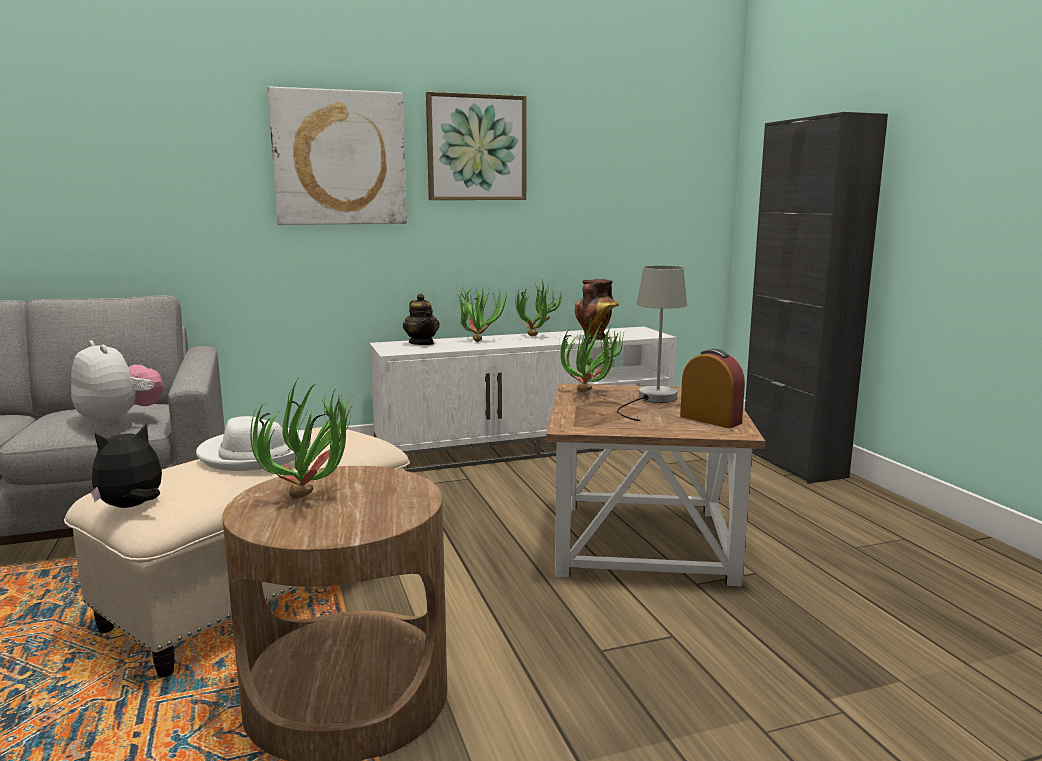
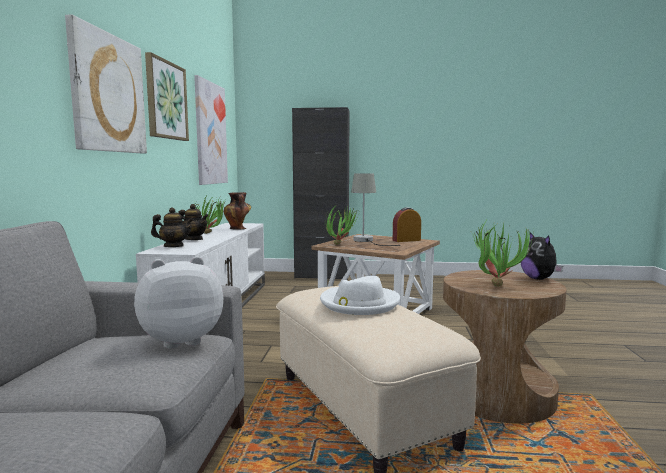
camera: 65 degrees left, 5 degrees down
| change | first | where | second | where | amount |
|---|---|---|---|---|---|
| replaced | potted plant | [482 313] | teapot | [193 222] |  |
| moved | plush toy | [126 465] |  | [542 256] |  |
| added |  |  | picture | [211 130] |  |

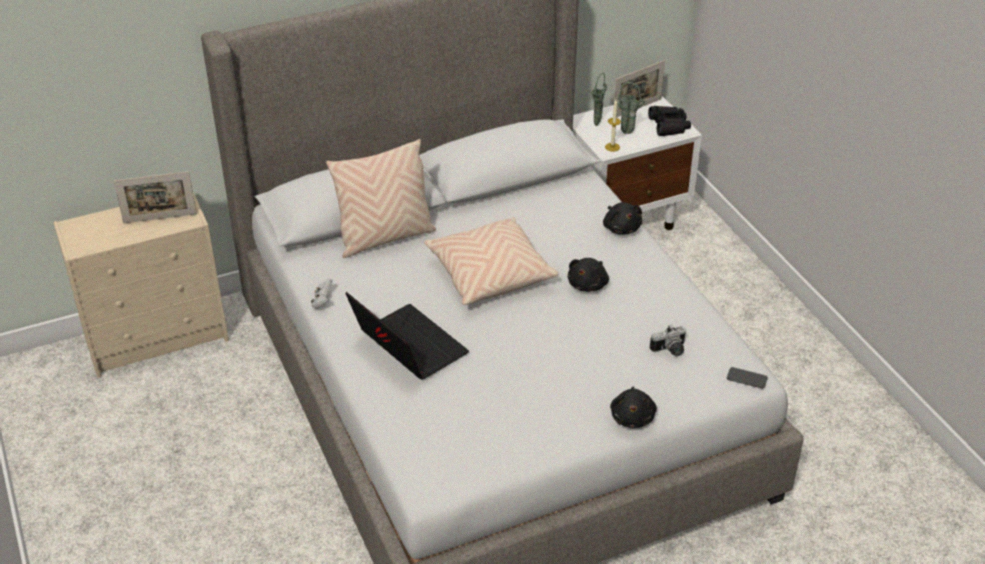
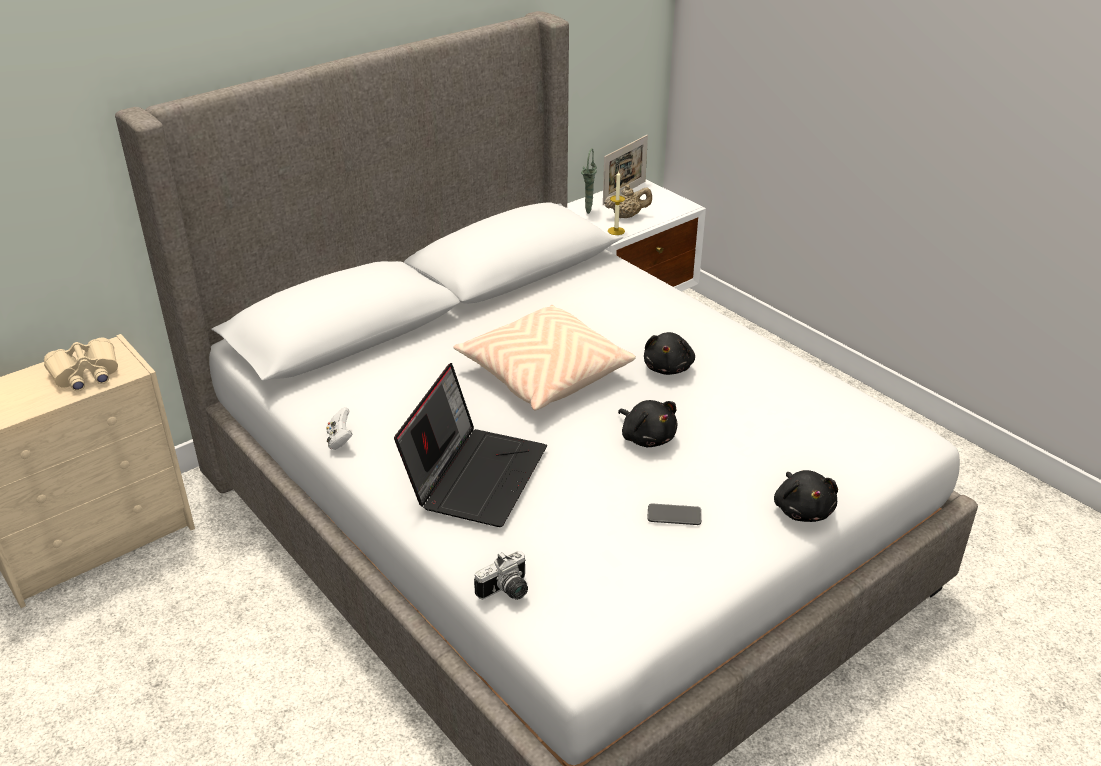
camera: 15 degrees left, 5 degrees down
| change | first | where | second | where | amount |
|---|---|---|---|---|---|
| replaced | green vase | [631 108] | beige teapot | [628 201] |  |
| removed | black binoculars | [669 121] |  |  |  |
| removed | beige pillow | [381 198] |  |  |  |
| replaced | picture frame | [155 197] | beige binoculars | [81 364] |  |
| moved | black plush toy | [622 218] |  | [648 423] |  |
| turned | laptop | [407 336] |  | [470 445] | 75 degrees clockwise |
| moved | photo camera | [668 340] |  | [501 575] |  |
| moved | phone | [747 378] |  | [674 514] |  |

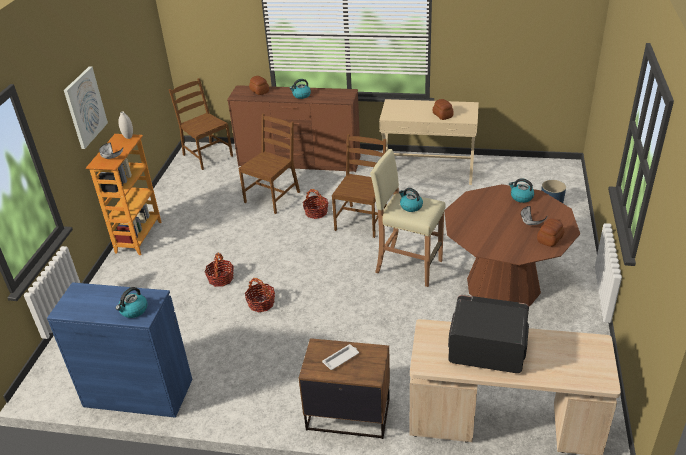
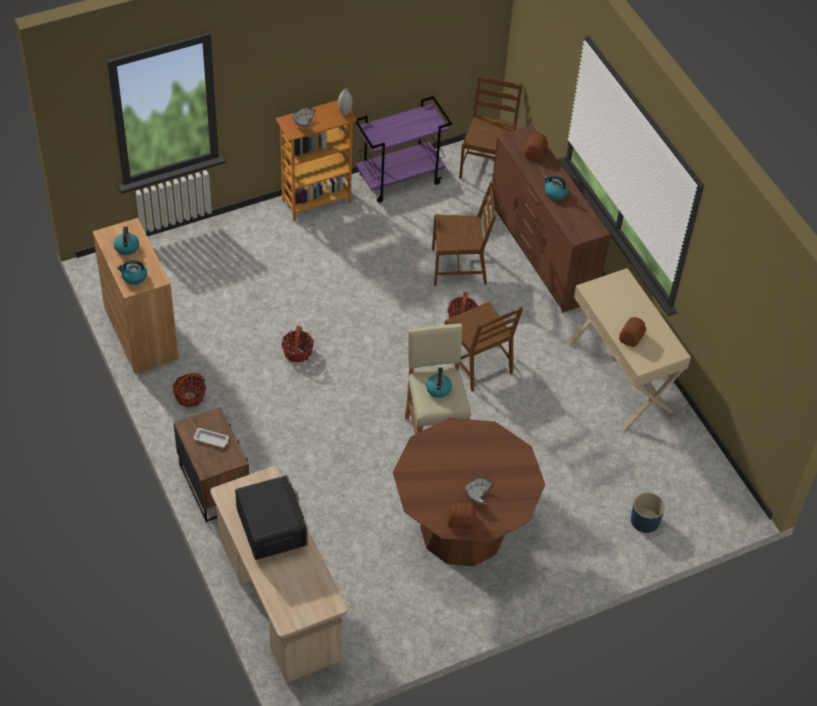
camera: 50 degrees right, 15 degrees up
| change | first | where | second | where | amount |
|---|---|---|---|---|---|
| removed | picture | [86 107] |  |  |  |
| turned | brown chair | [359 186] |  | [483 346] | 75 degrees clockwise |
| moved | kettle | [521 190] |  | [126 240] |  |
| moved | basket | [219 270] |  | [189 390] |  |
| recoloured | blue cabinet | [119 350] | brown cabinet | [136 295] |  |
| added |  |  | purple cart | [403 149] |  |

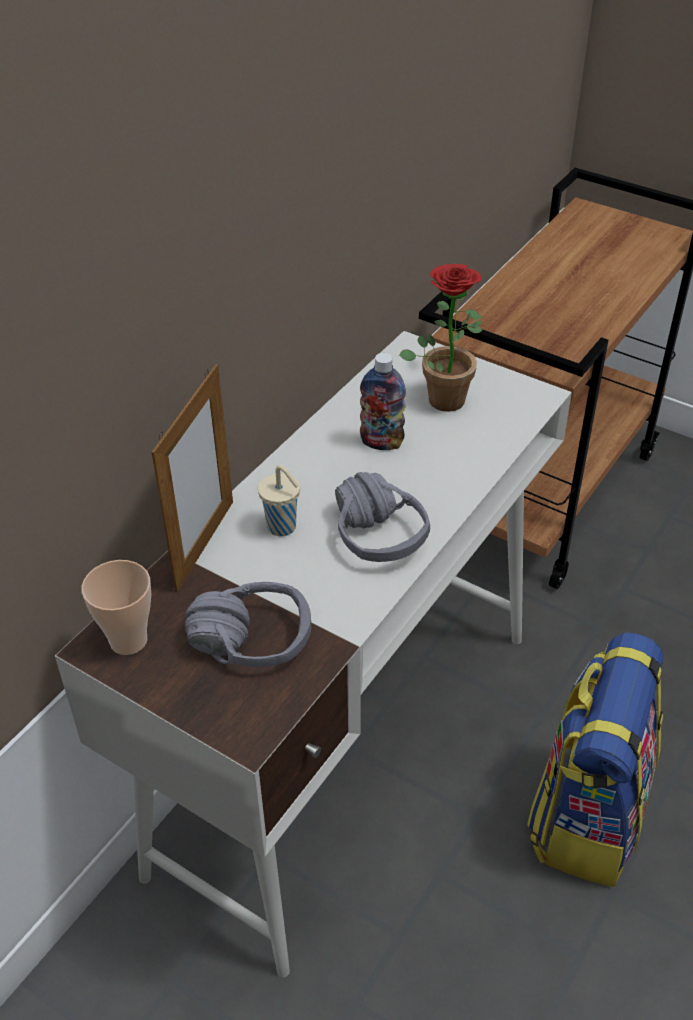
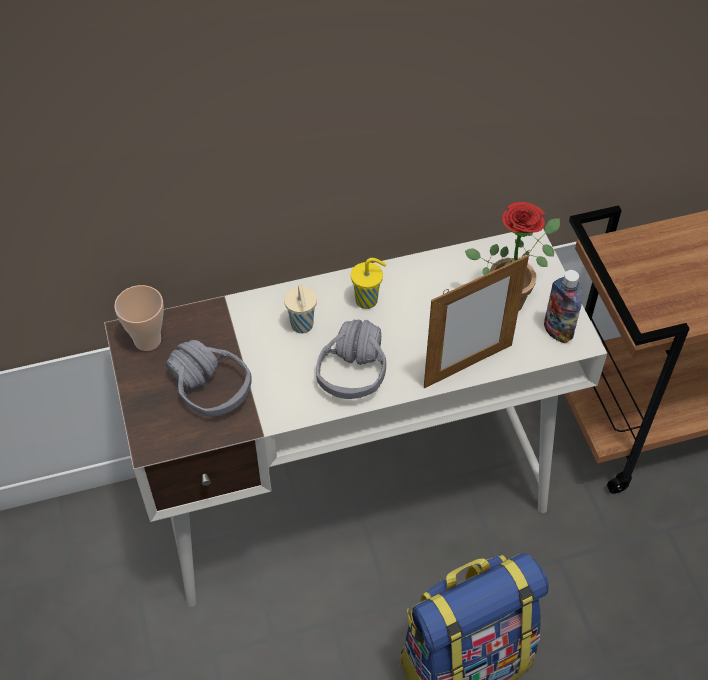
camera: 40 degrees right, 10 degrees up
| change | first | where | second | where | amount |
|---|---|---|---|---|---|
| moved | bottle | [383 401] |  | [563 306] |  |
| moved | picture frame | [192 478] |  | [476 321] |  |
| added |  |  | yellow cup | [368 283] |  |

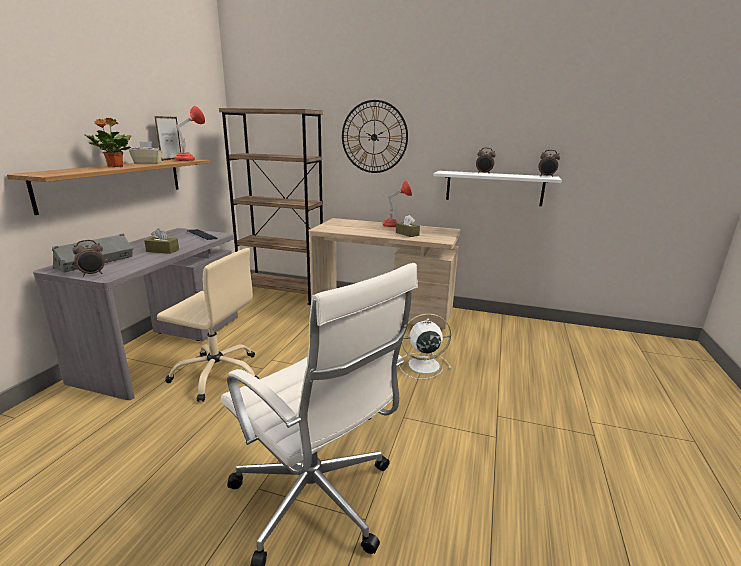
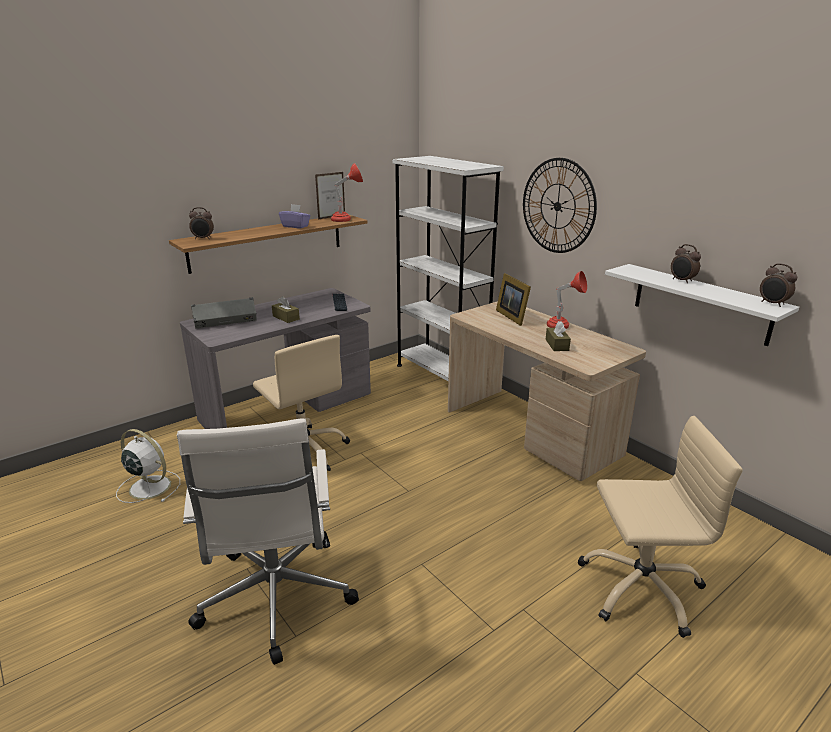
camera: 35 degrees right, 5 degrees up
| change | first | where | second | where | amount |
|---|---|---|---|---|---|
| recoloured | brown bookcase | [271 206] | white bookcase | [448 268] |  |
| removed | potted plant | [108 142] |  |  |  |
| recoloured | beige tissue box | [146 152] | purple tissue box | [295 216] |  |
| moved | alarm clock | [89 258] |  | [201 223] |  |
| moved | white fan | [425 346] |  | [148 466] |  |
| added |  |  | picture frame | [513 299] |  |
| added |  |  | beige office chair | [660 527] |  |

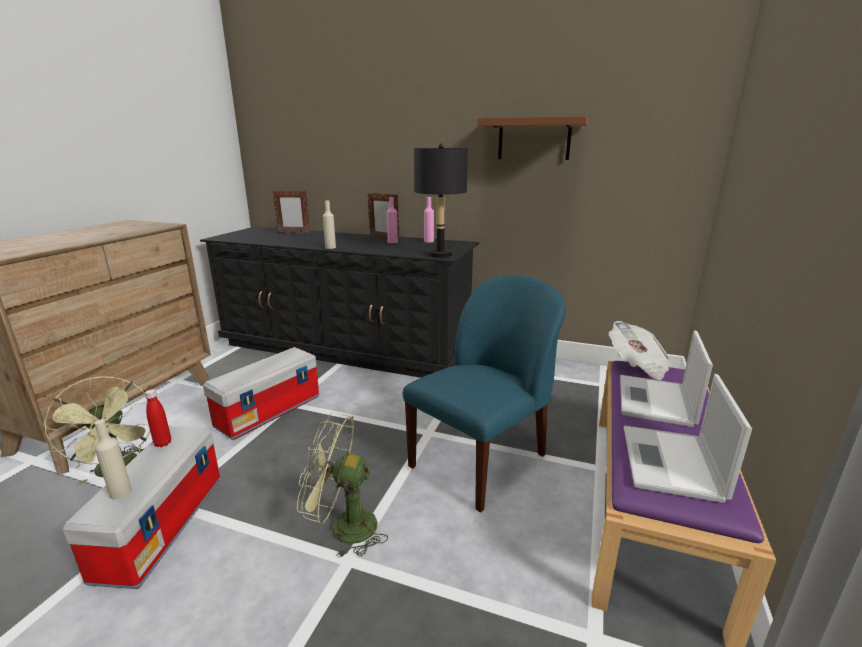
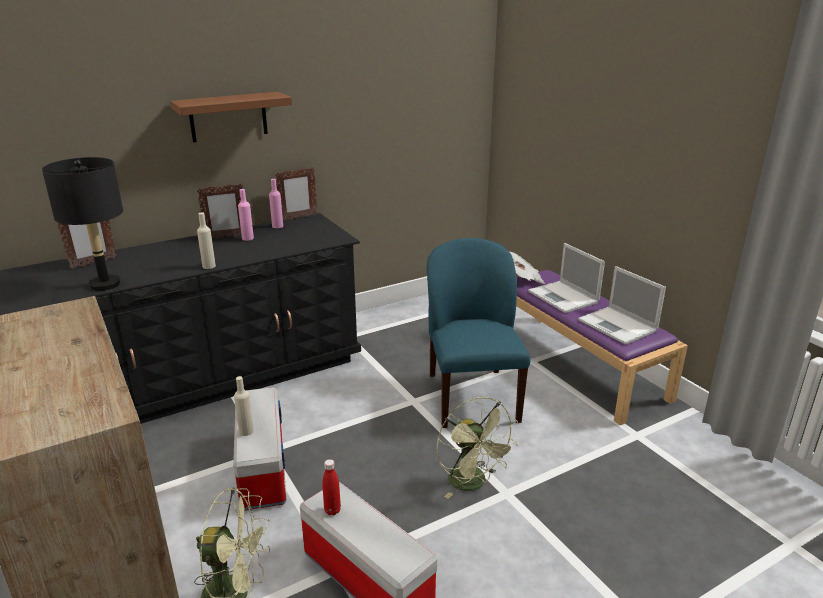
camera: 50 degrees left, 5 degrees up
| change | first | where | second | where | amount |
|---|---|---|---|---|---|
| moved | brown shelf | [532 138] |  | [231 117] |  |
| moved | black table lamp | [441 201] |  | [82 224] |  |
| turned | green fan | [342 485] |  | [477 448] | 75 degrees counterclockwise |
| moved | beige bottle | [113 459] |  | [244 406] |  |
| added |  |  | picture frame | [296 193] |  |

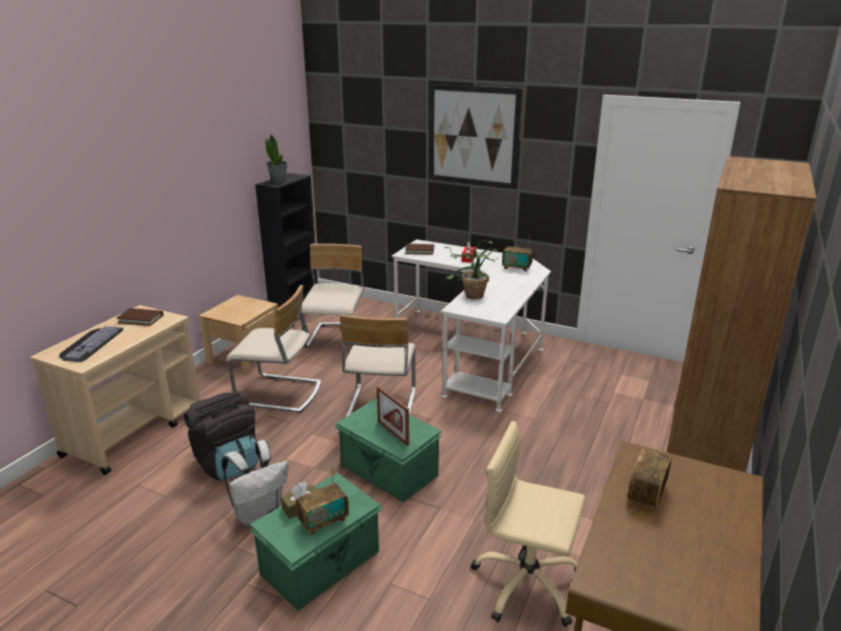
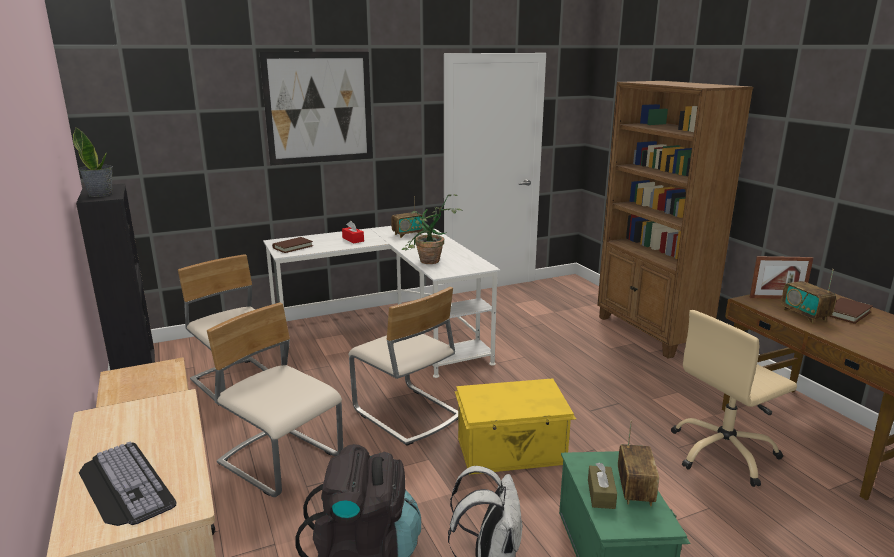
camera: 50 degrees left, 5 degrees down
| change | first | where | second | where | amount |
|---|---|---|---|---|---|
| turned | beige chair | [273 349] |  | [275 400] | 105 degrees counterclockwise |
| moved | brown book | [139 317] |  | [851 311] |  |
| moved | picture frame | [393 416] |  | [781 277] |  |
| recoloured | green storage box | [388 450] | yellow storage box | [515 426] |  |

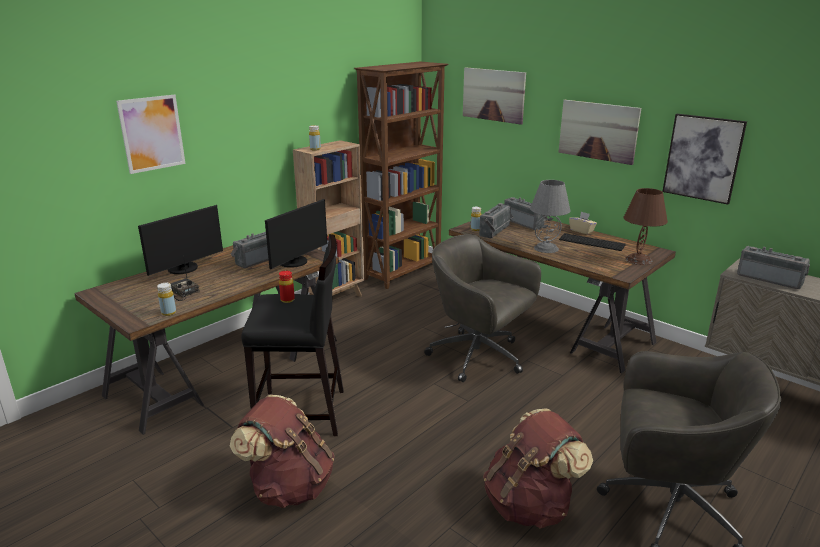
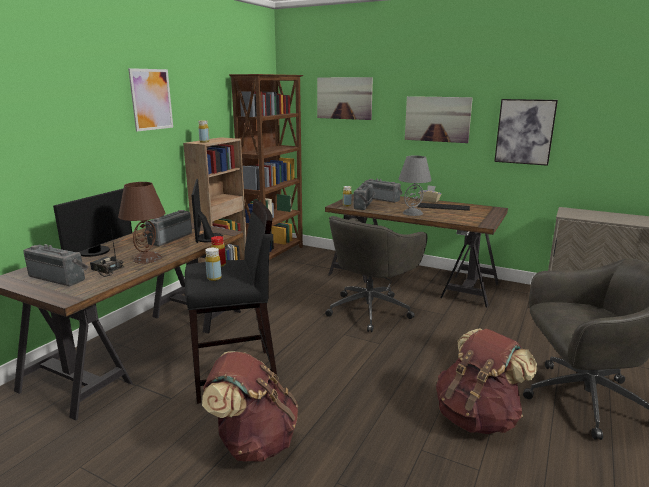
camera: 15 degrees left, 5 degrees down
| change | first | where | second | where | amount |
|---|---|---|---|---|---|
| moved | picture | [151 134] |  | [150 100] |  |
| moved | brown table lamp | [646 226] |  | [141 222] |  |
| turned | monitor | [296 234] |  | [207 211] | 150 degrees clockwise |
| turned | grey office chair | [482 308] |  | [376 274] | 75 degrees counterclockwise |
| moved | radio | [773 267] |  | [56 265] |  |
| moved | yellow bottle | [166 299] |  | [213 264] |  |

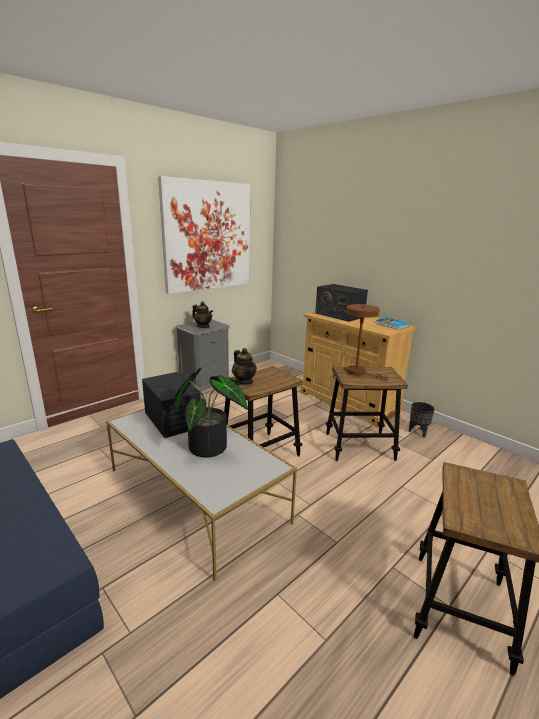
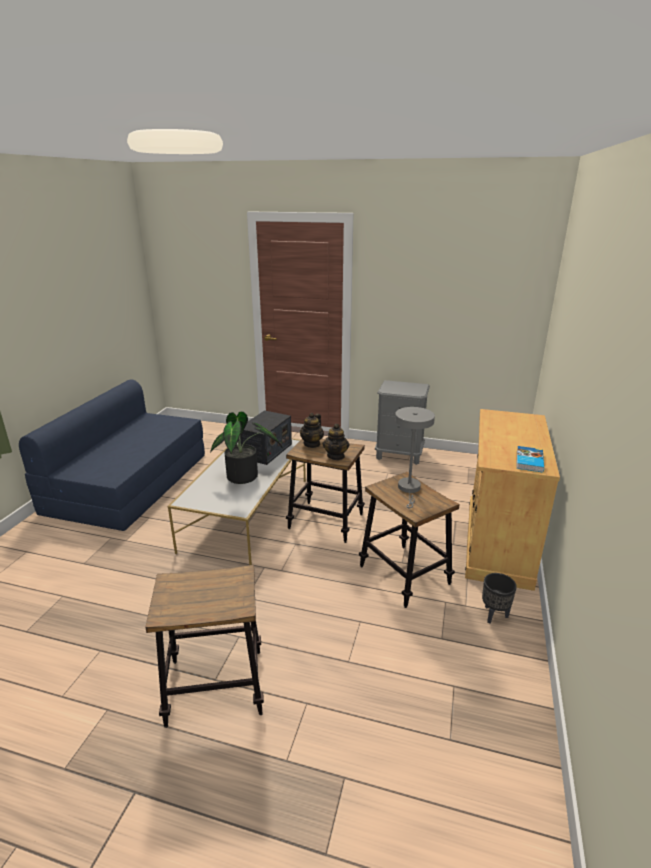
camera: 60 degrees right, 5 degrees up
| change | first | where | second | where | amount |
|---|---|---|---|---|---|
| removed | picture | [204 235] |  |  |  |
| removed | radio | [341 303] |  |  |  |
| moved | teapot | [202 314] |  | [336 442] |  |
| recoloured | brown table lamp | [367 342] | grey table lamp | [415 457] |  |

